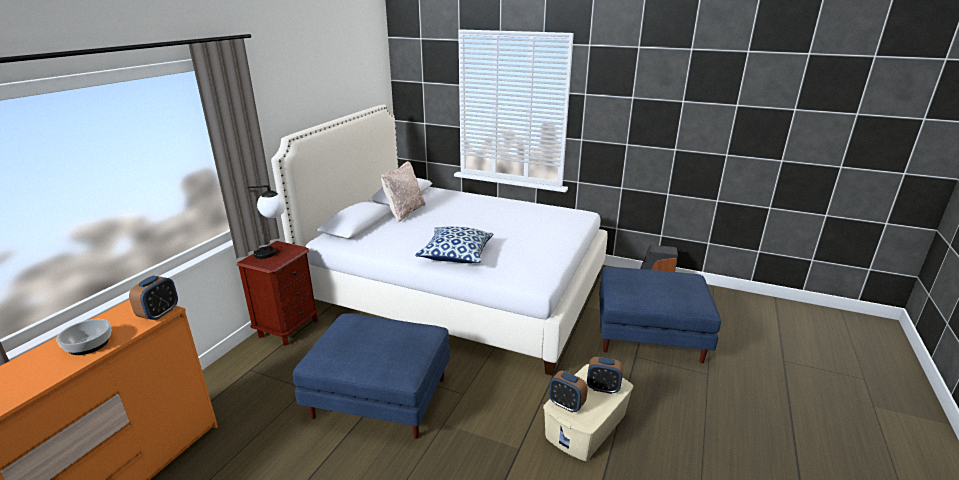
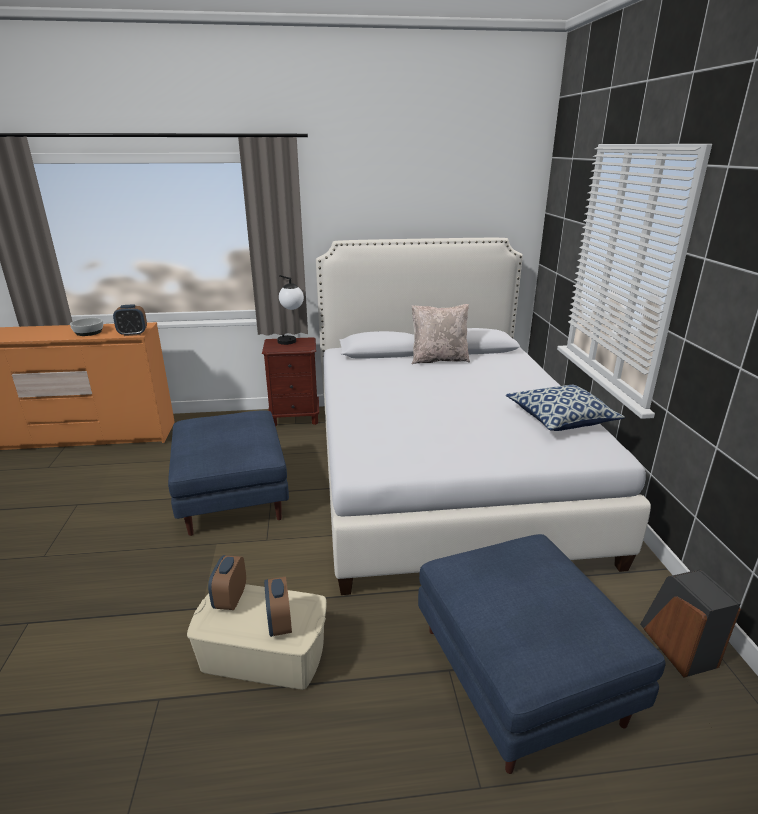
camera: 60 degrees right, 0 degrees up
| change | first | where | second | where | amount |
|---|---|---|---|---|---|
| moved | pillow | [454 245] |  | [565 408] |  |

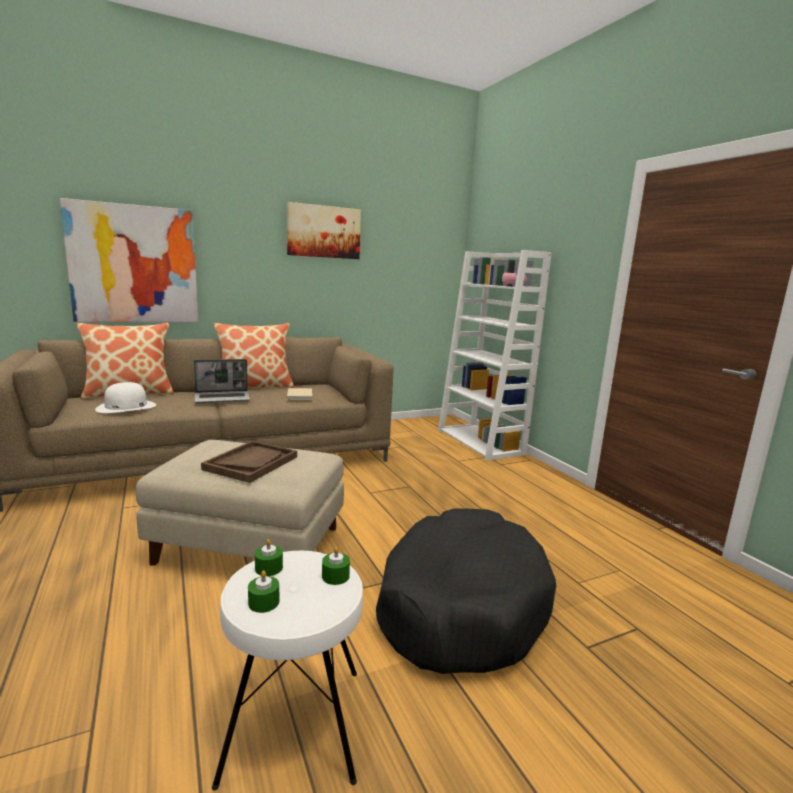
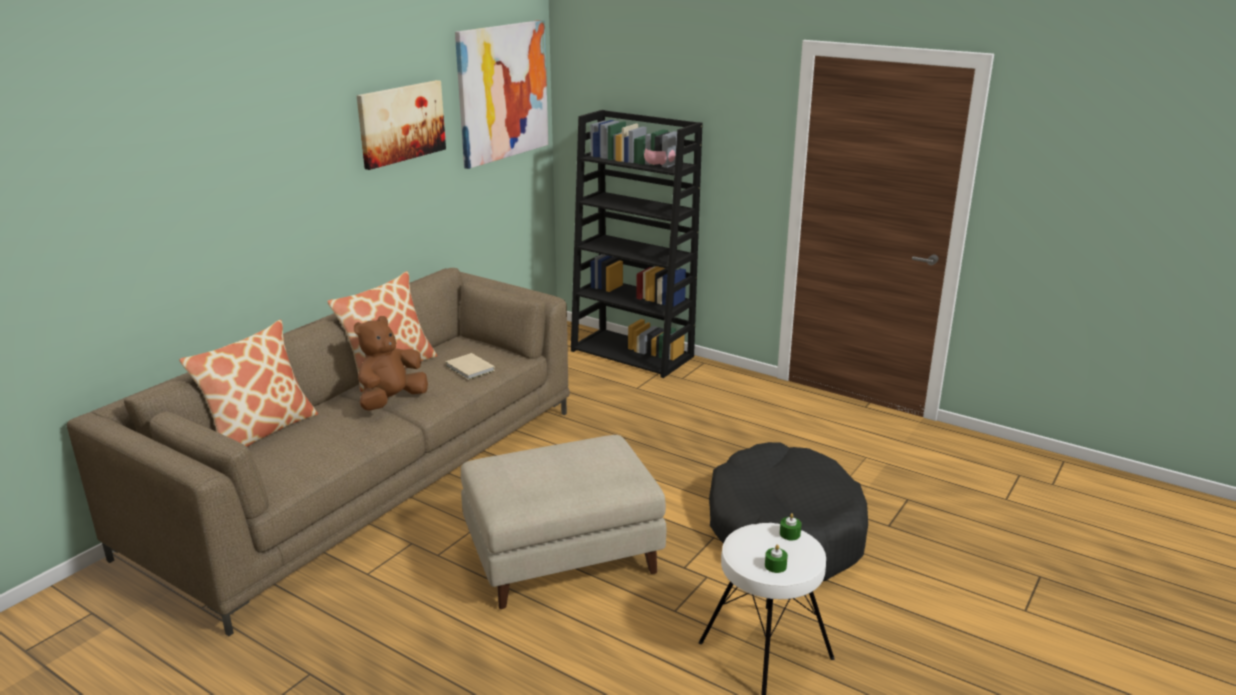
camera: 30 degrees left, 10 degrees up
| change | first | where | second | where | amount |
|---|---|---|---|---|---|
| moved | picture | [129 260] |  | [501 94] |  |
| recoloured | white bookcase | [495 355] | black bookcase | [637 244] |  |
| replaced | laptop | [222 381] | brown plush toy | [391 363] |  |
| removed | white hat | [125 397] |  |  |  |
| removed | brown tray | [249 462] |  |  |  |
| removed | green candle | [269 557] |  |  |  |

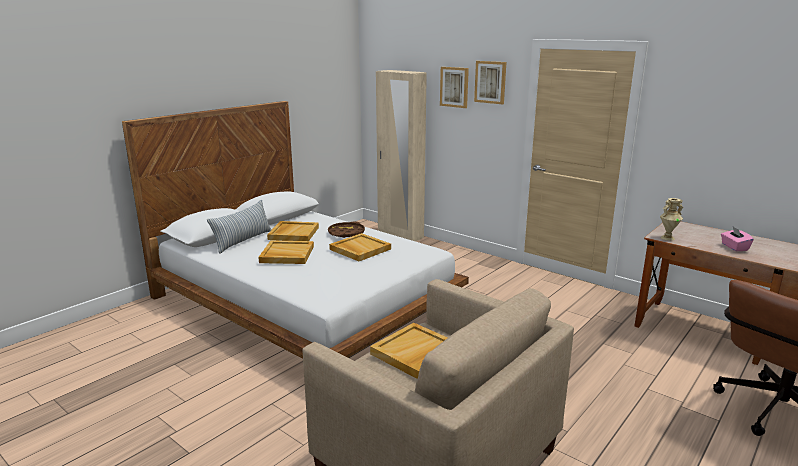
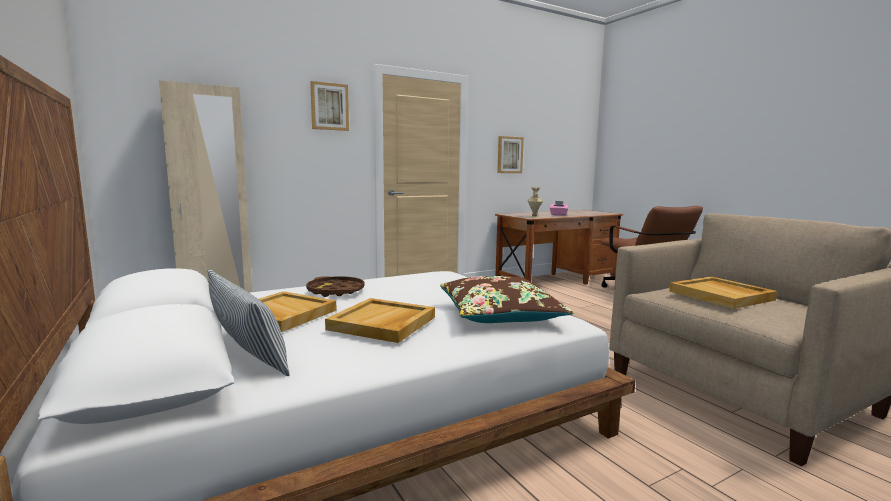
camera: 70 degrees left, 10 degrees down
| change | first | where | second | where | amount |
|---|---|---|---|---|---|
| moved | picture | [454 87] |  | [510 154] |  |
| removed | beige tray | [360 247] |  |  |  |
| added |  |  | brown pillow | [507 299] |  |

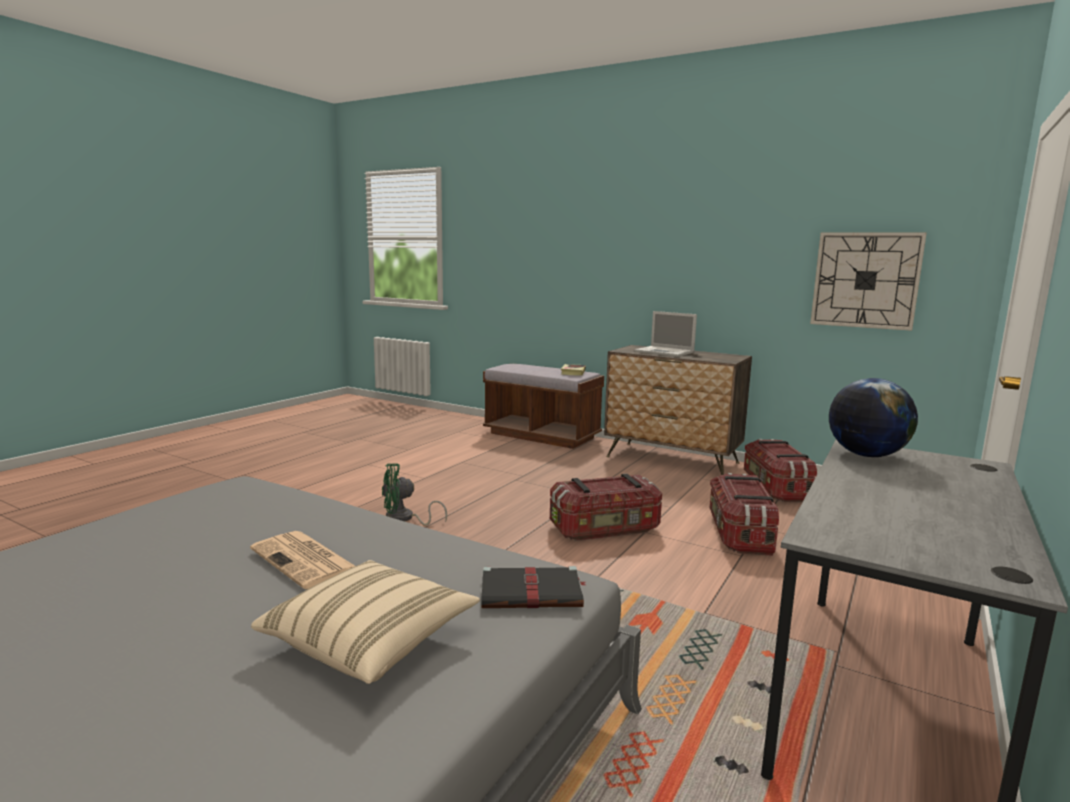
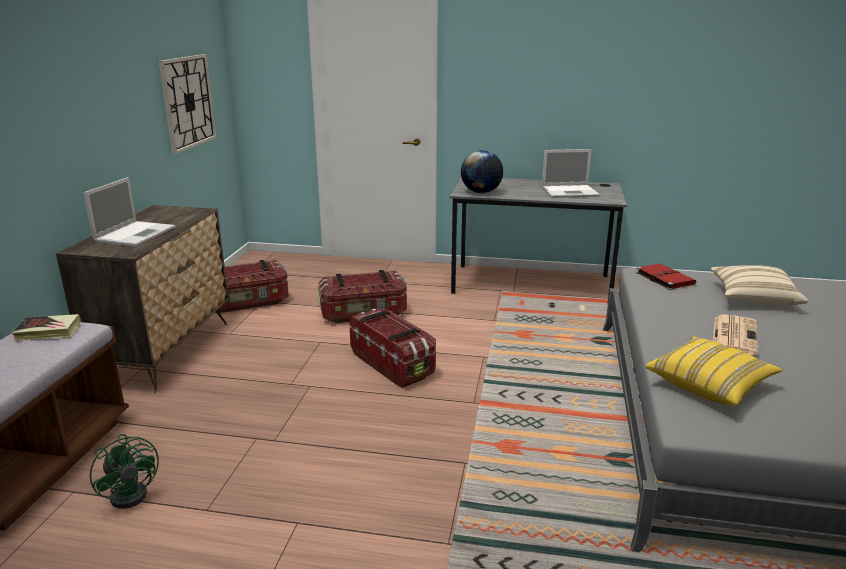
camera: 110 degrees left, 10 degrees up
| change | first | where | second | where | amount |
|---|---|---|---|---|---|
| moved | green fan | [414 494] |  | [124 471] |  |
| recoloured | black book | [533 587] | red book | [666 276] |  |
| added |  |  | laptop | [571 173] |  |
| added |  |  | yellow pillow | [714 371] |  |

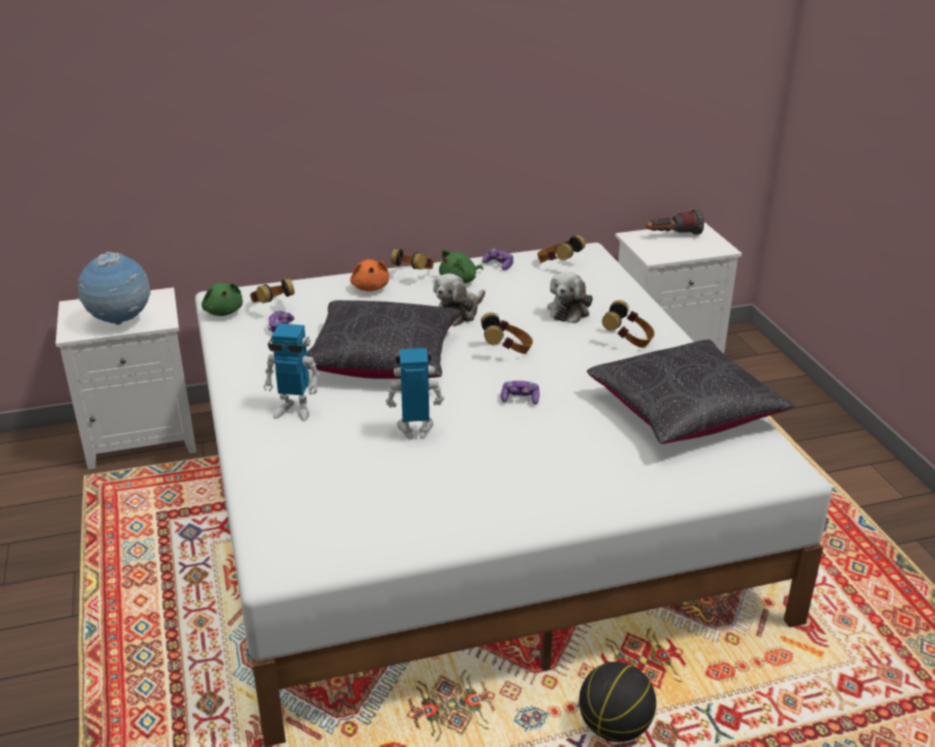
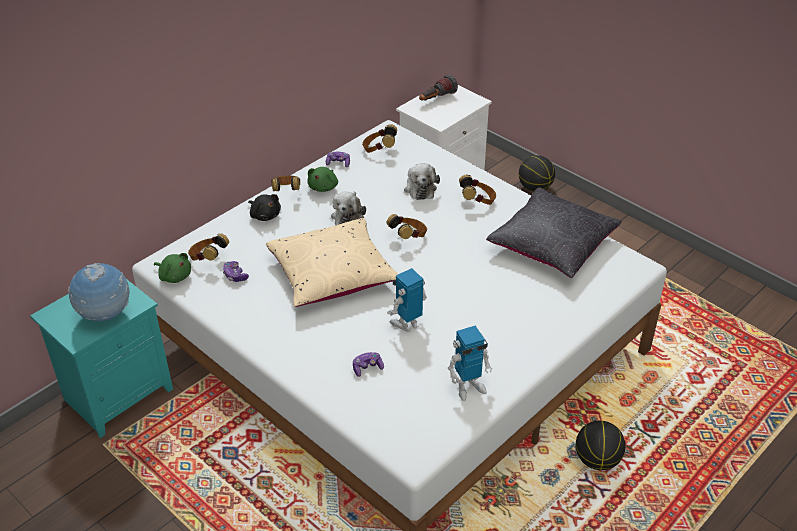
camera: 30 degrees left, 10 degrees up
| change | first | where | second | where | amount |
|---|---|---|---|---|---|
| recoloured | orange plush toy | [369 275] | black plush toy | [264 207] |  |
| recoloured | white nightstand | [126 378] | turquoise nightstand | [101 358] |  |
| recoloured | black pillow | [384 339] | beige pillow | [332 262] |  |
| moved | toy robot | [291 372] |  | [470 363] |  |
| moved | game controller | [520 393] |  | [368 364] |  |
| added |  |  | basketball | [537 173] |  |

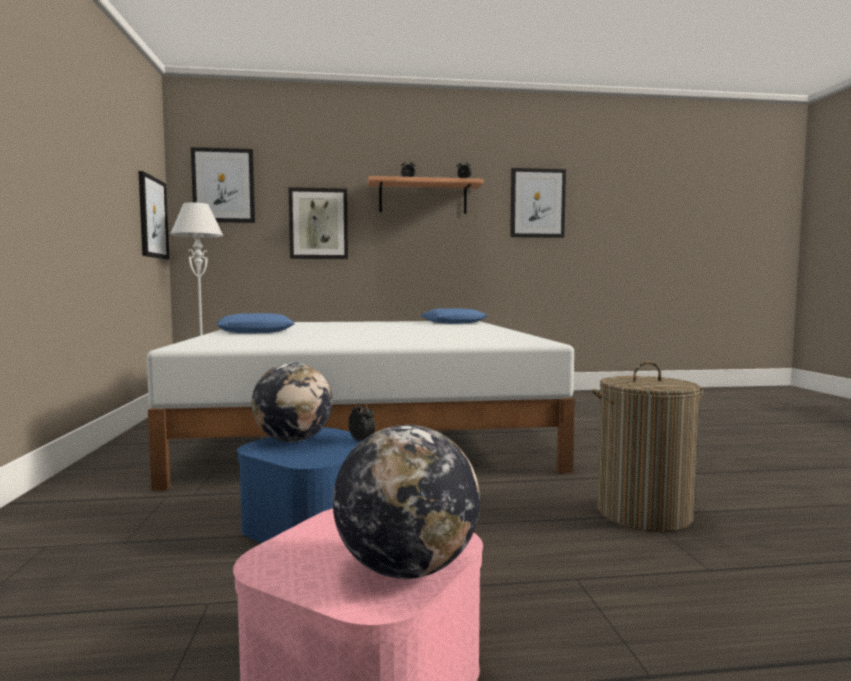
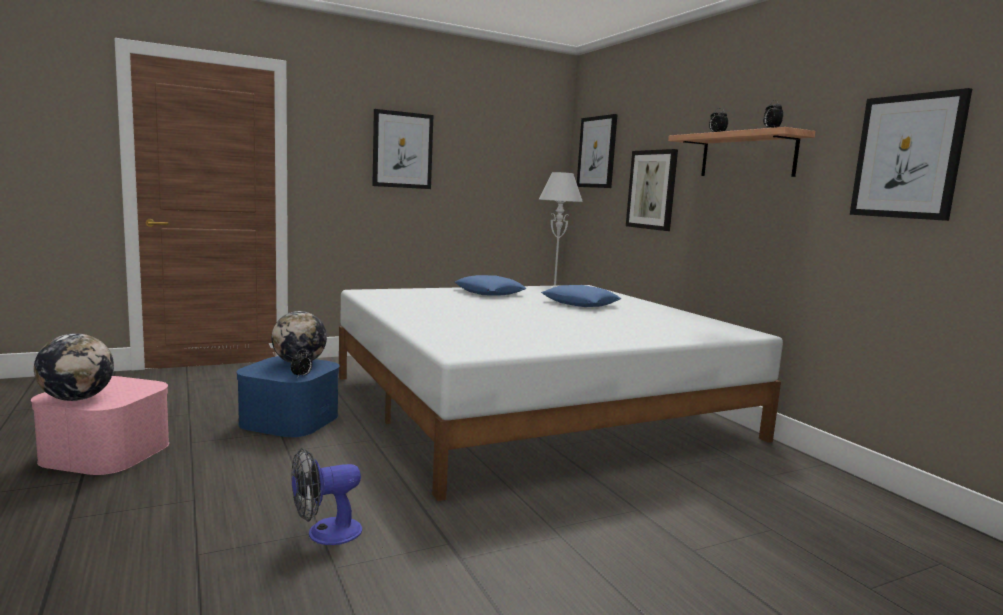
camera: 70 degrees right, 5 degrees up
| change | first | where | second | where | amount |
|---|---|---|---|---|---|
| moved | picture | [153 215] |  | [402 149] |  |
| moved | blue pillow | [454 316] |  | [581 296] |  |
| replaced | laundry basket | [648 446] | fan | [327 496] |  |

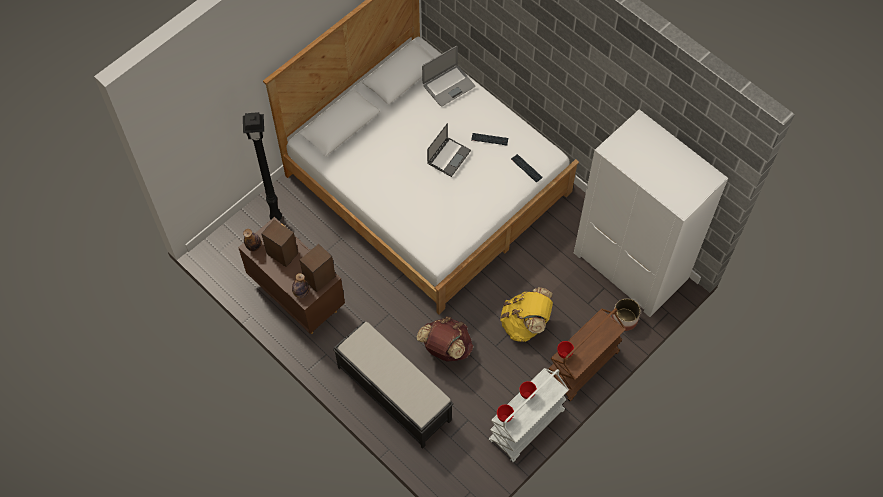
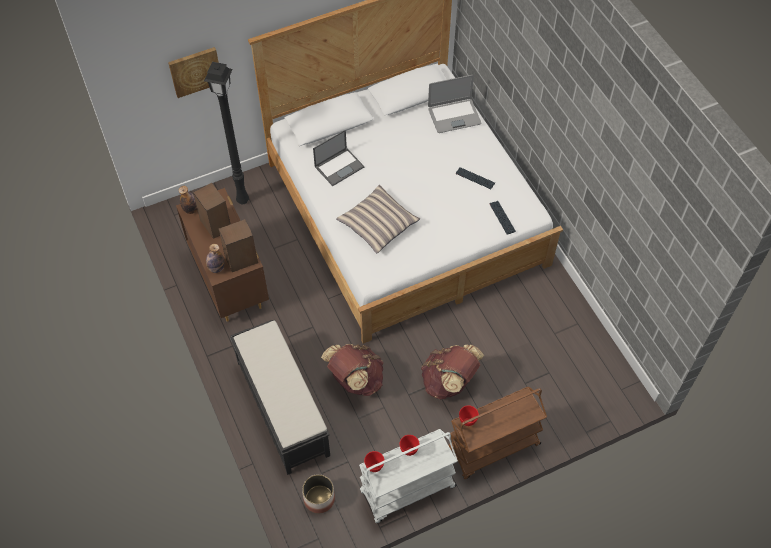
camera: 20 degrees right, 5 degrees down
| change | first | where | second | where | amount |
|---|---|---|---|---|---|
| removed | white wardrobe | [651 213] |  |  |  |
| moved | laptop | [449 150] |  | [338 158] |  |
| recoloured | yellow backpack | [526 314] | brown backpack | [452 372] |  |
| moved | planter | [626 314] |  | [318 493] |  |
| added |  |  | picture | [193 72] |  |
| added |  |  | pillow | [378 219] |  |

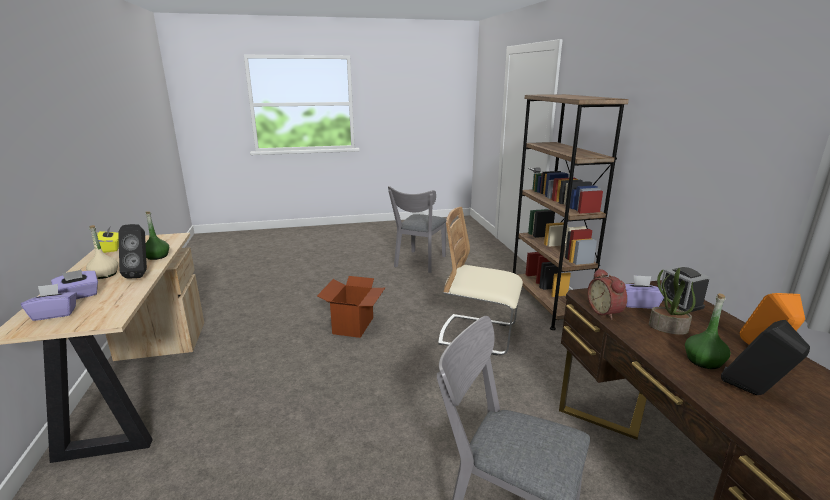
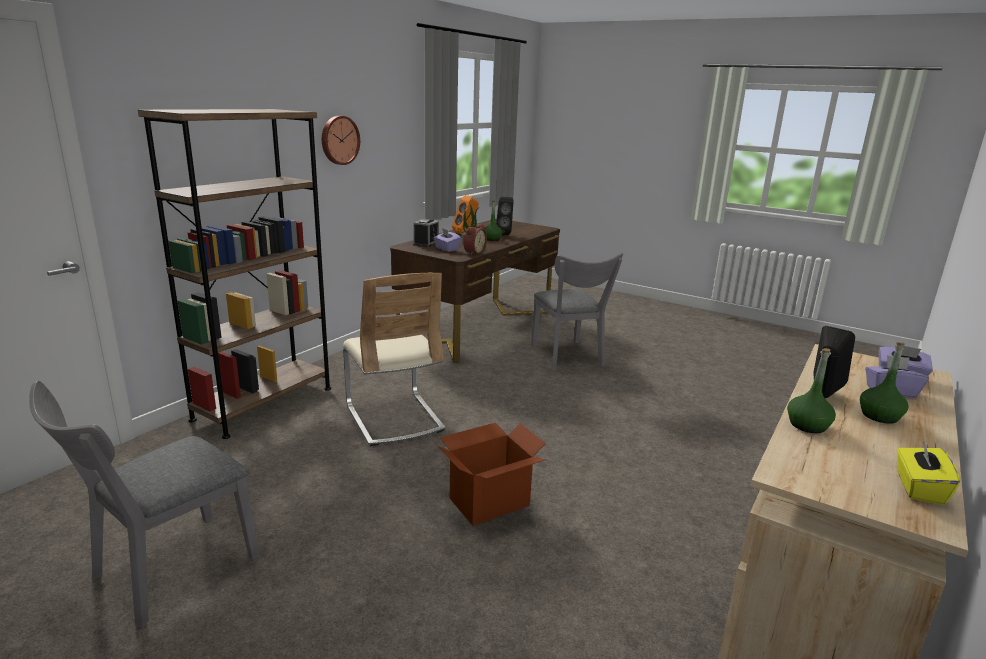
camera: 135 degrees left, 0 degrees up
| change | first | where | second | where | amount |
|---|---|---|---|---|---|
| turned | grey chair | [417 229] |  | [144 504] | 150 degrees clockwise |
| recoloured | beige bottle | [102 252] | green bottle | [884 383] |  |
| added |  |  | wall clock | [341 140] |  |

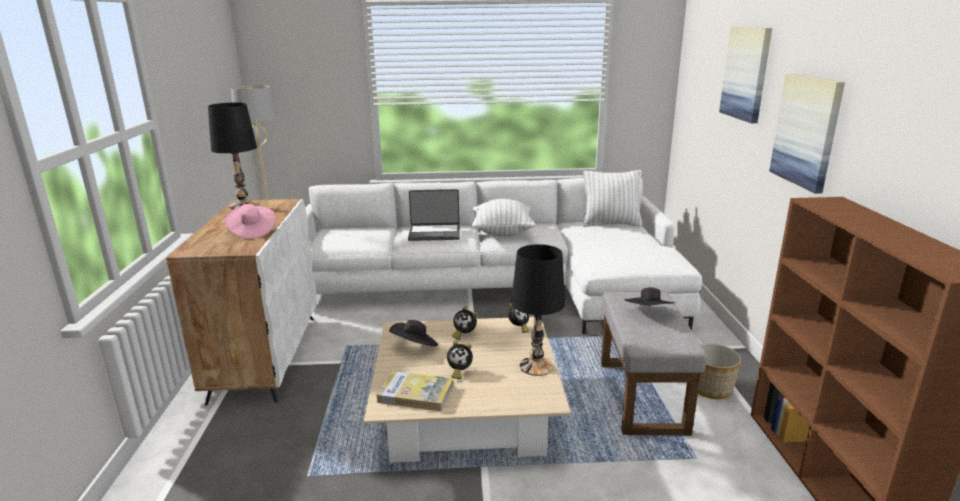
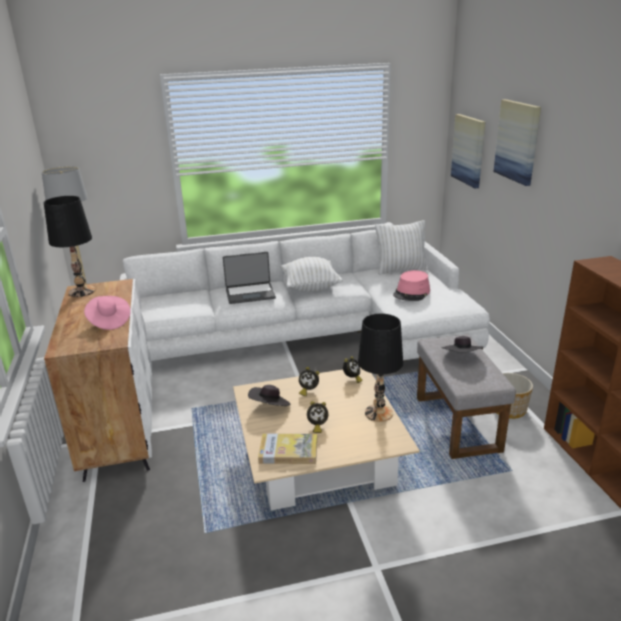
camera: 10 degrees left, 5 degrees up
| change | first | where | second | where | amount |
|---|---|---|---|---|---|
| moved | picture | [807 133] |  | [468 151] |  |
| added |  |  | pink hat | [411 285] |  |

